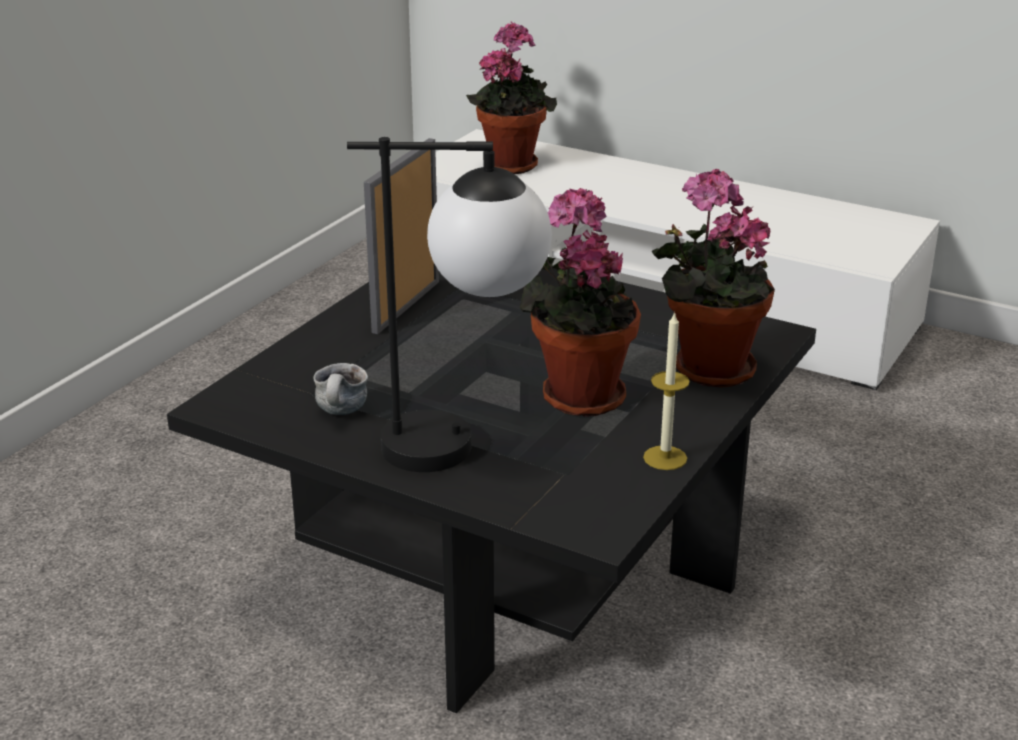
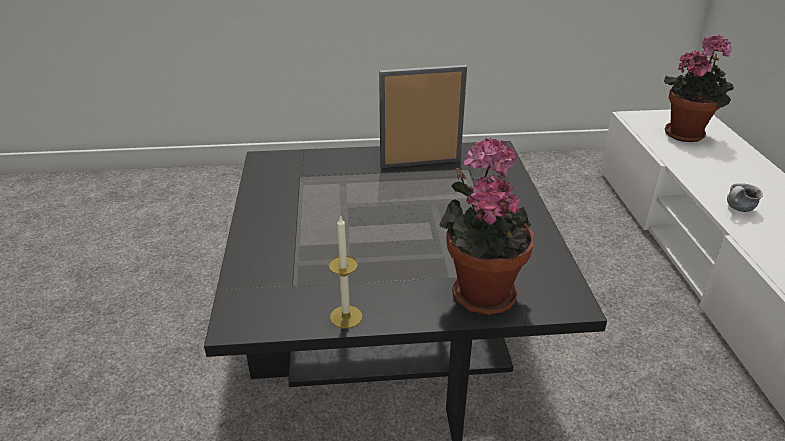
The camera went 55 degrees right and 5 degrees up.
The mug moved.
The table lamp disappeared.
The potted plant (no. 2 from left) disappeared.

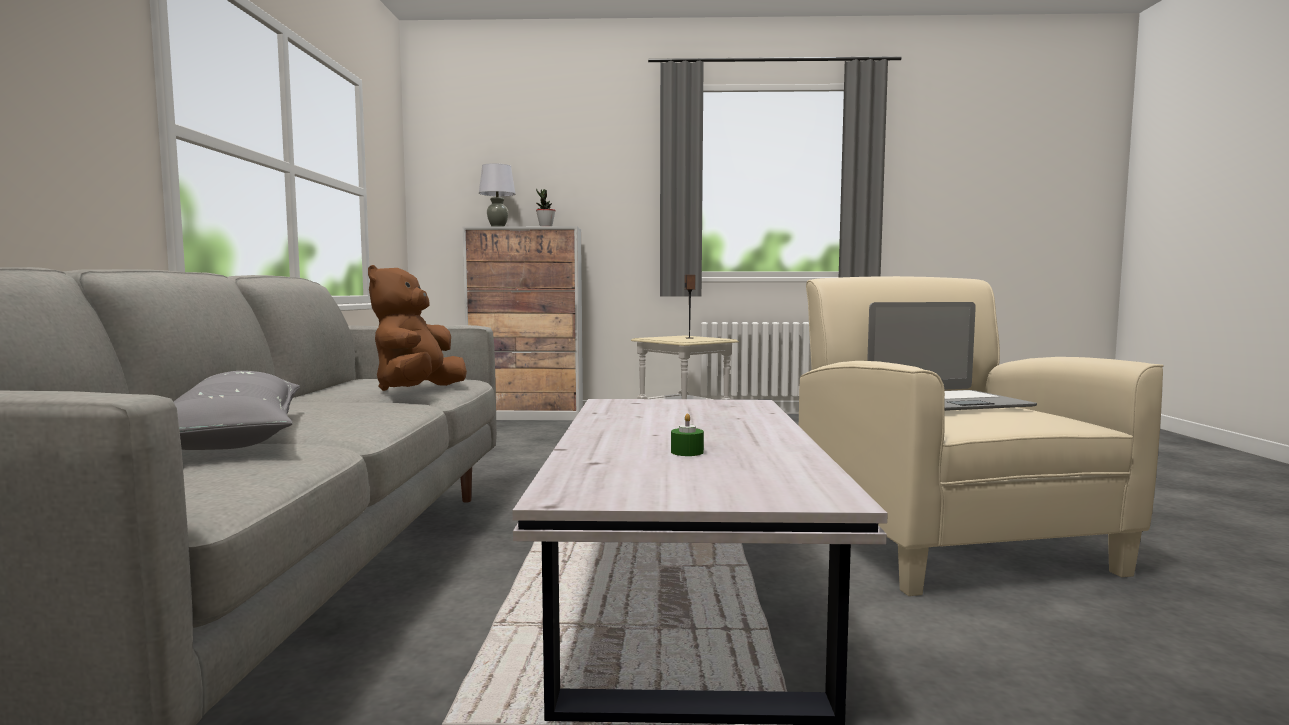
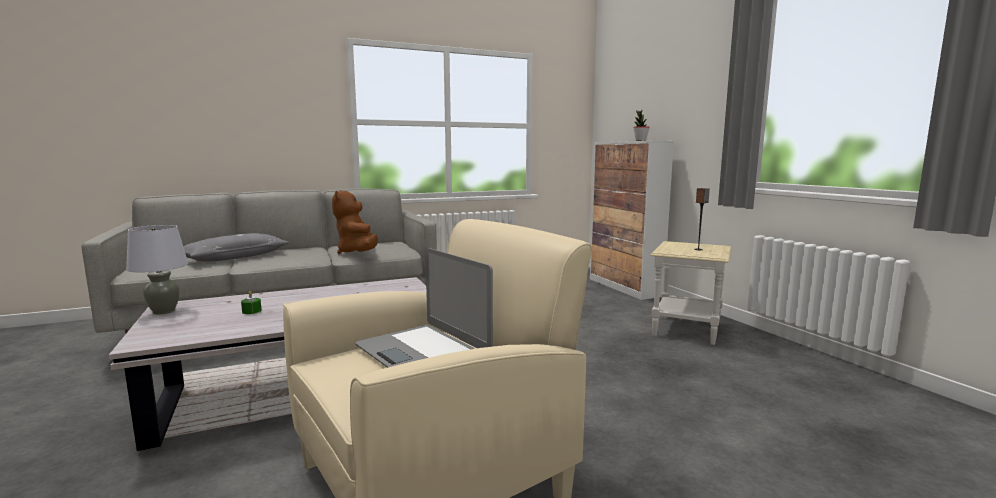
The camera went 65 degrees right and 5 degrees up.
The brown plush toy turned 90 degrees counterclockwise.
The grey table lamp moved.

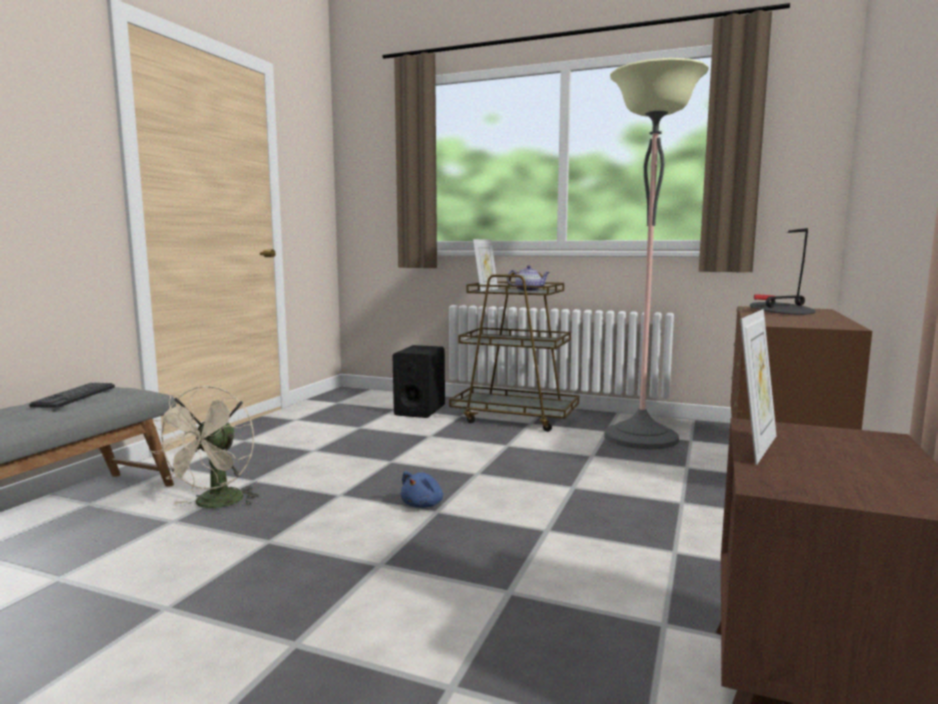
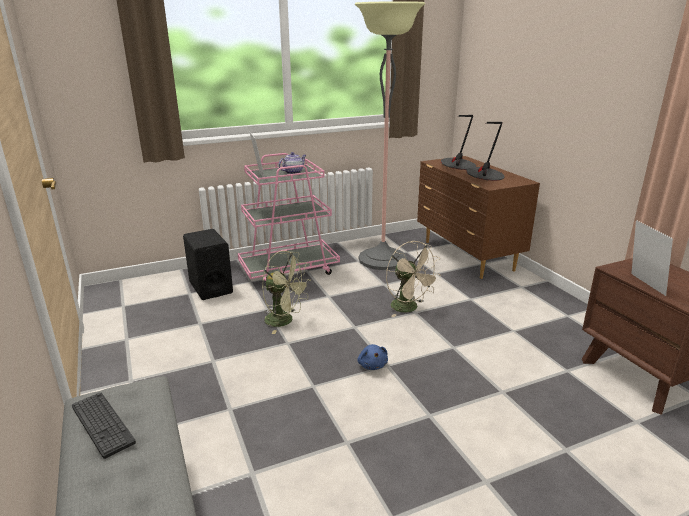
The camera went 45 degrees left and 15 degrees up.
The beige fan moved.
The brown cart became the pink cart.
The green fan appeared.
The table lamp (no. 2 from left) appeared.

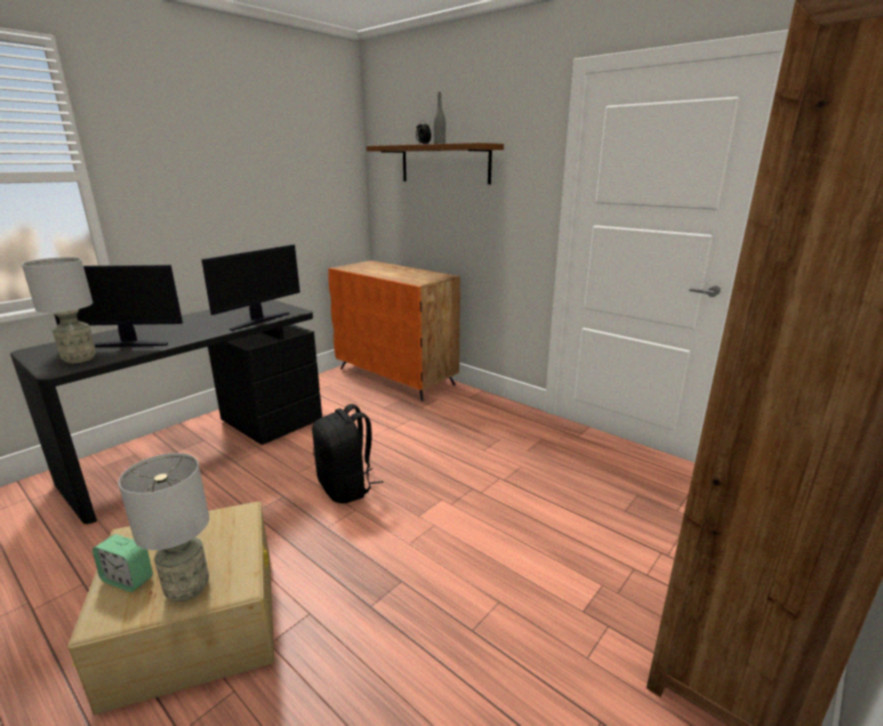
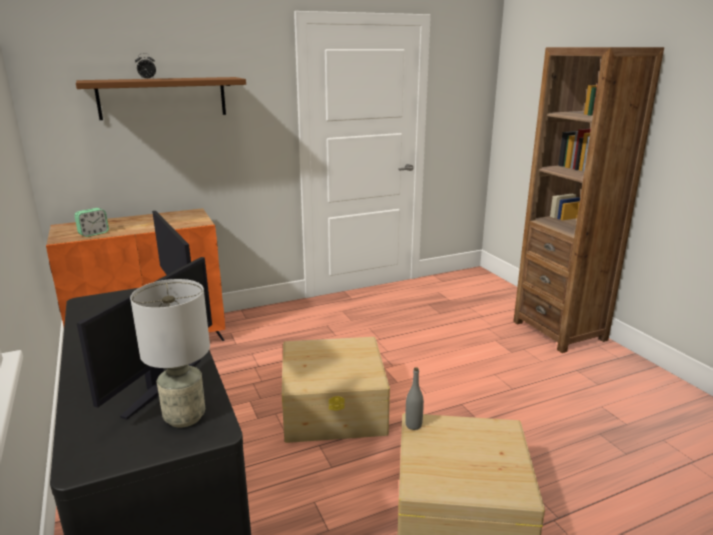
The camera went 65 degrees left and 0 degrees up.
The alarm clock (no. 1 from left) moved.
The grey table lamp (no. 2 from left) disappeared.
The black backpack was replaced by the beige storage box (no. 1 from left).
The grey bottle moved.

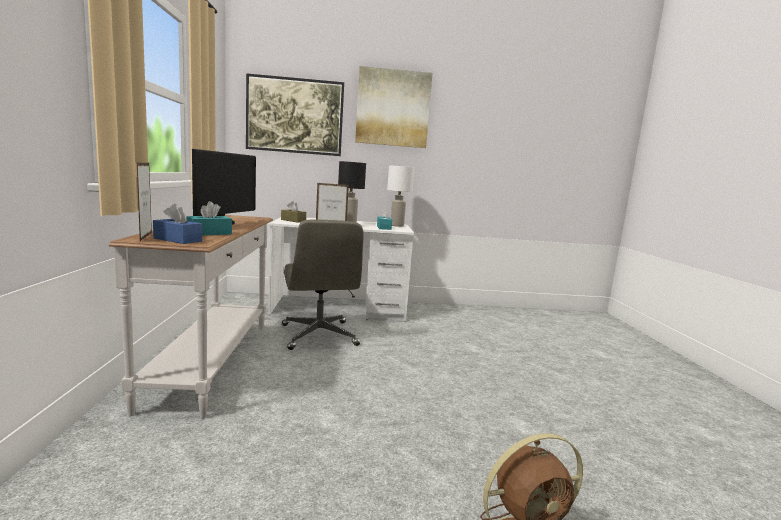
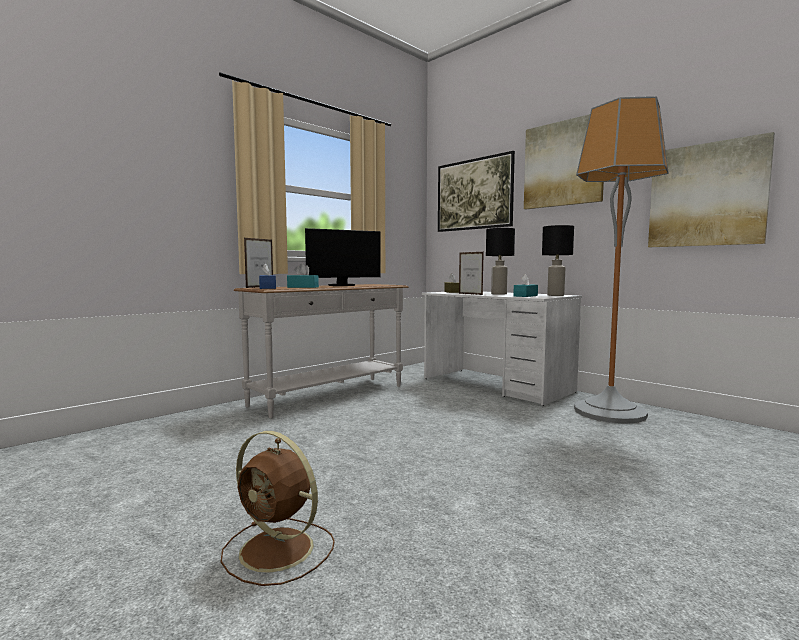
The camera went 50 degrees right and 5 degrees down.
The grey office chair disappeared.
The white table lamp became the black table lamp (no. 2 from left).
The floor lamp appeared.
The picture (no. 3 from left) appeared.

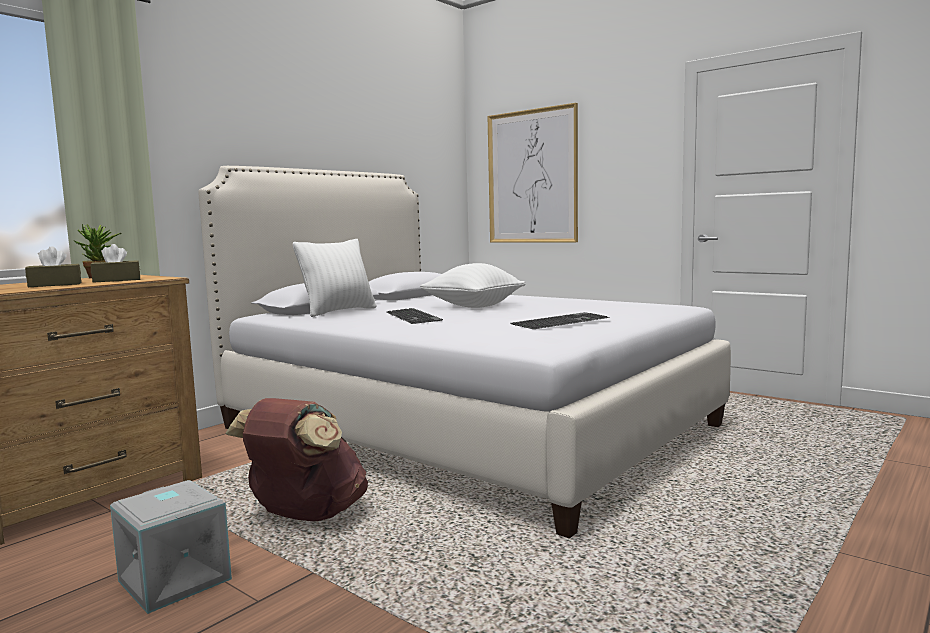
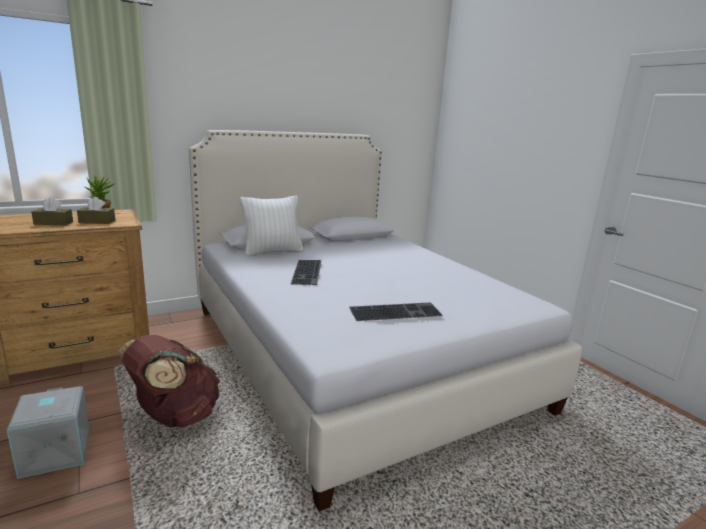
The camera went 20 degrees right and 10 degrees up.
The white pillow (no. 2 from left) disappeared.
The picture disappeared.

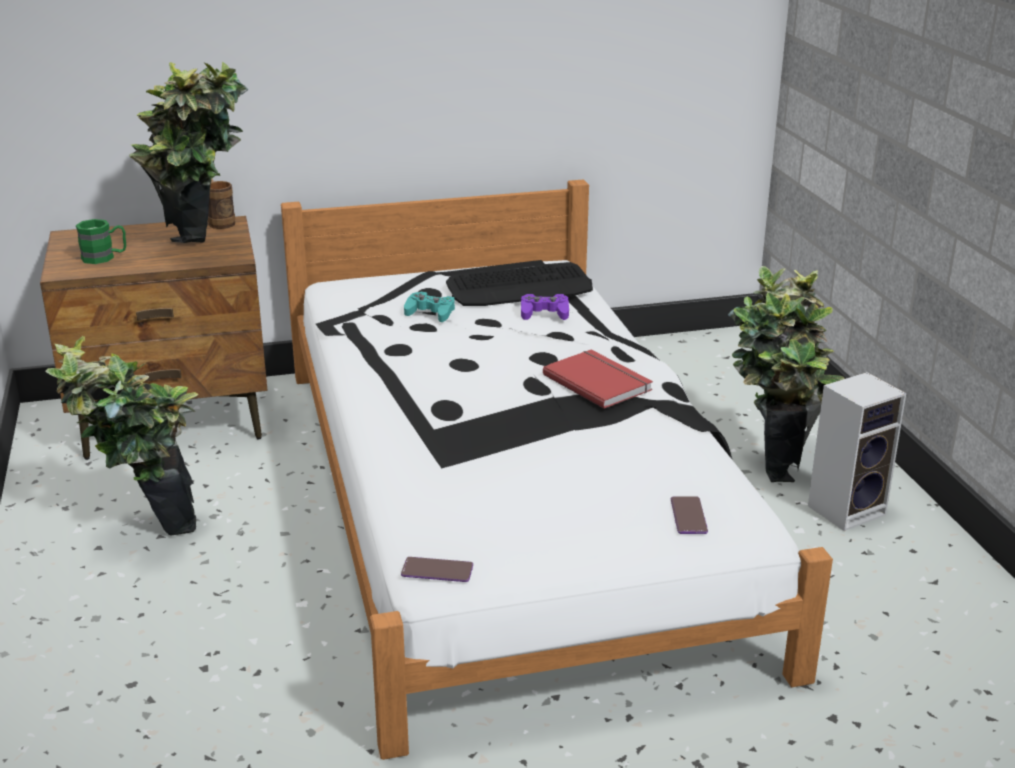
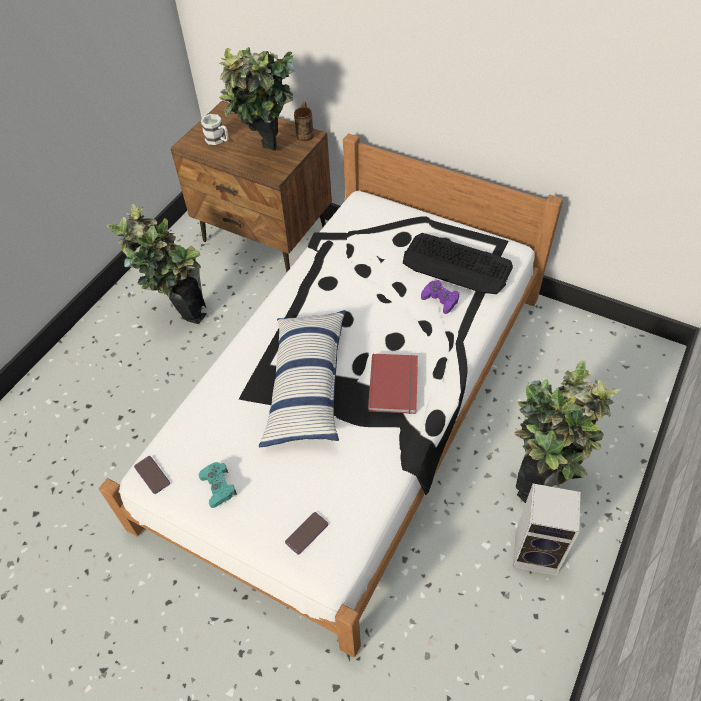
The camera went 45 degrees right and 25 degrees up.
The green mug became the white mug.
The turquoise game controller moved.
The pillow appeared.

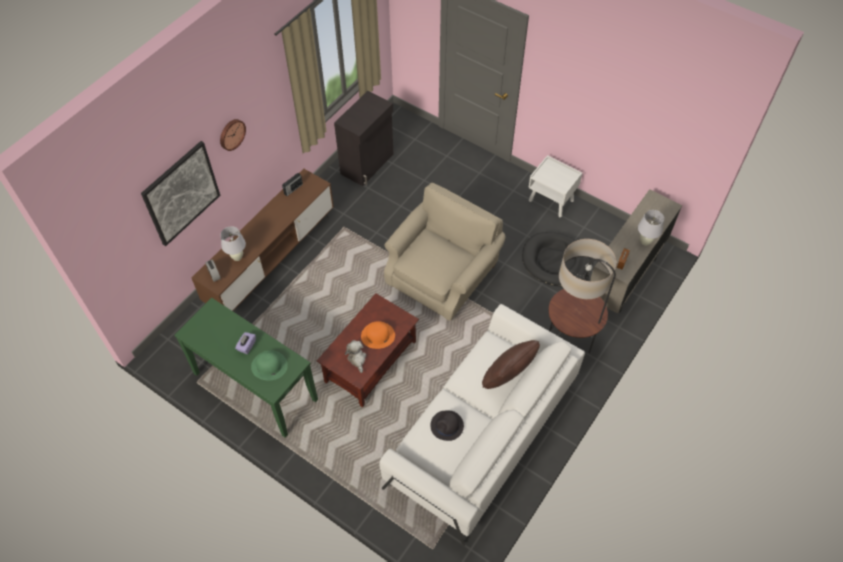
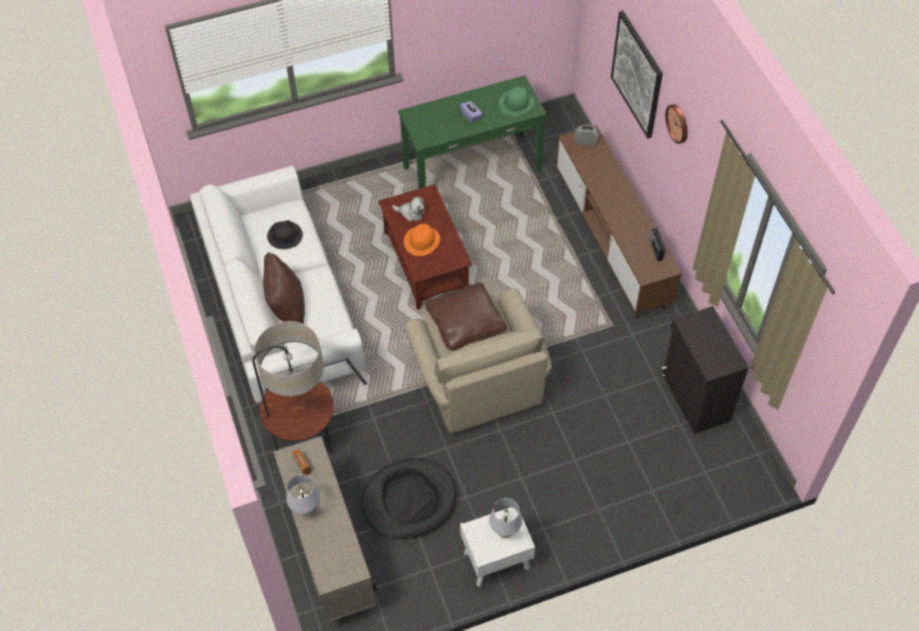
The camera went 125 degrees right and 0 degrees up.
The white table lamp (no. 1 from left in the first image) moved.
The green hat moved.
The brown pillow (no. 2 from left) appeared.

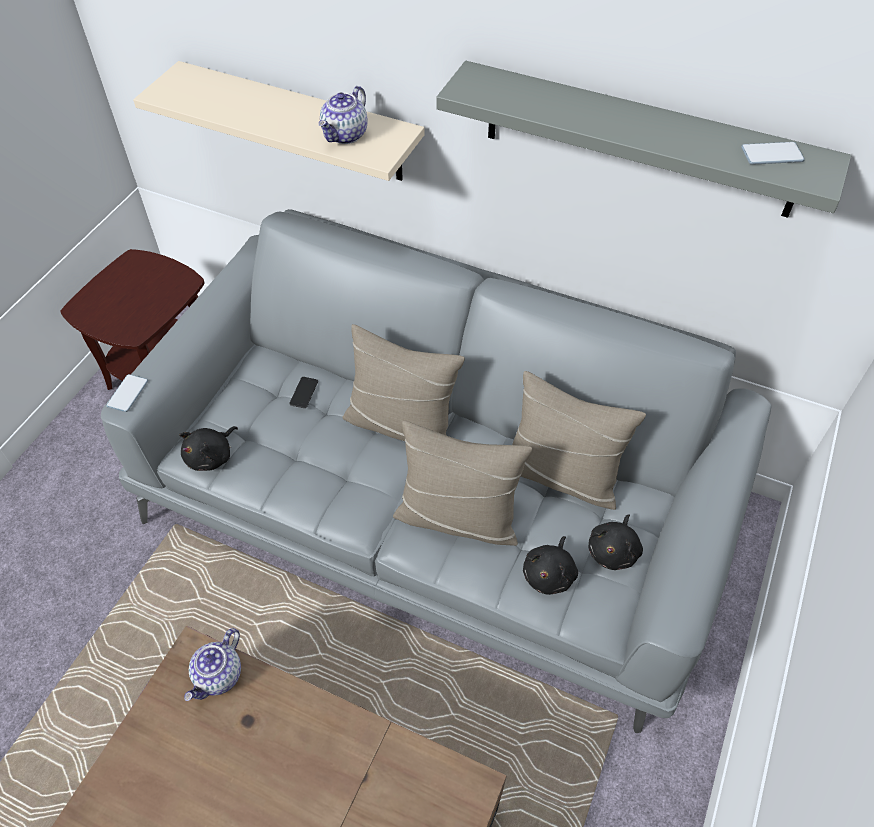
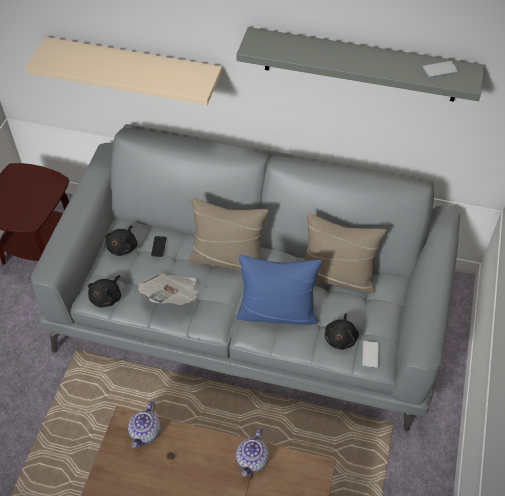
The camera went 10 degrees left and 0 degrees up.
The phone (no. 1 from left in the first image) moved.
The teapot (no. 2 from left) moved.
The beige pillow (no. 2 from left) became the blue pillow.
The black plush toy (no. 3 from left in the first image) moved.
The newspaper appeared.

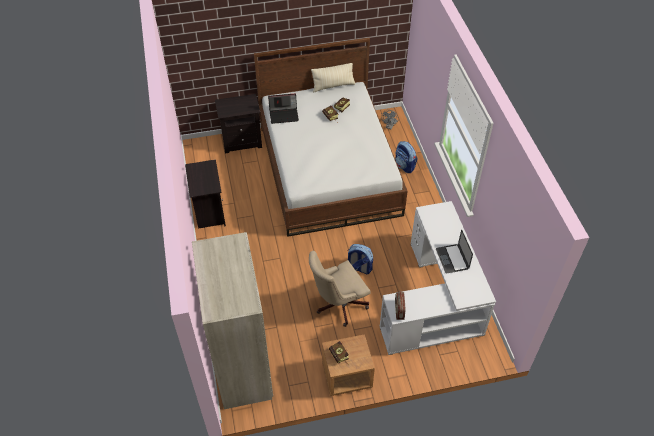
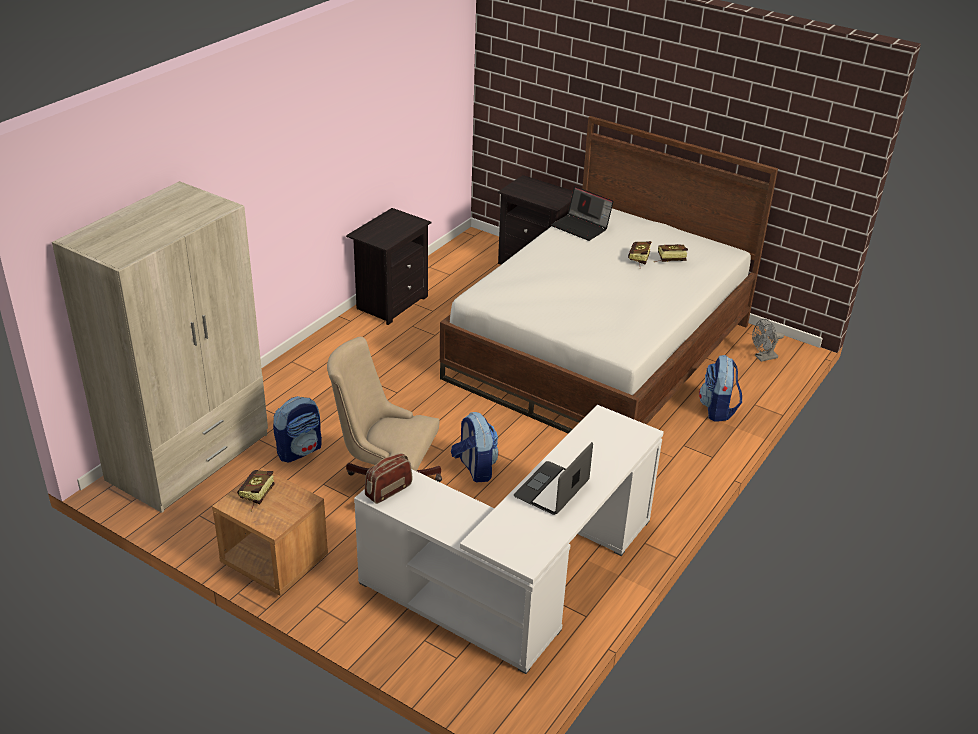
The camera went 45 degrees right and 15 degrees down.
The beige pillow disappeared.
The backpack (no. 1 from left) appeared.

